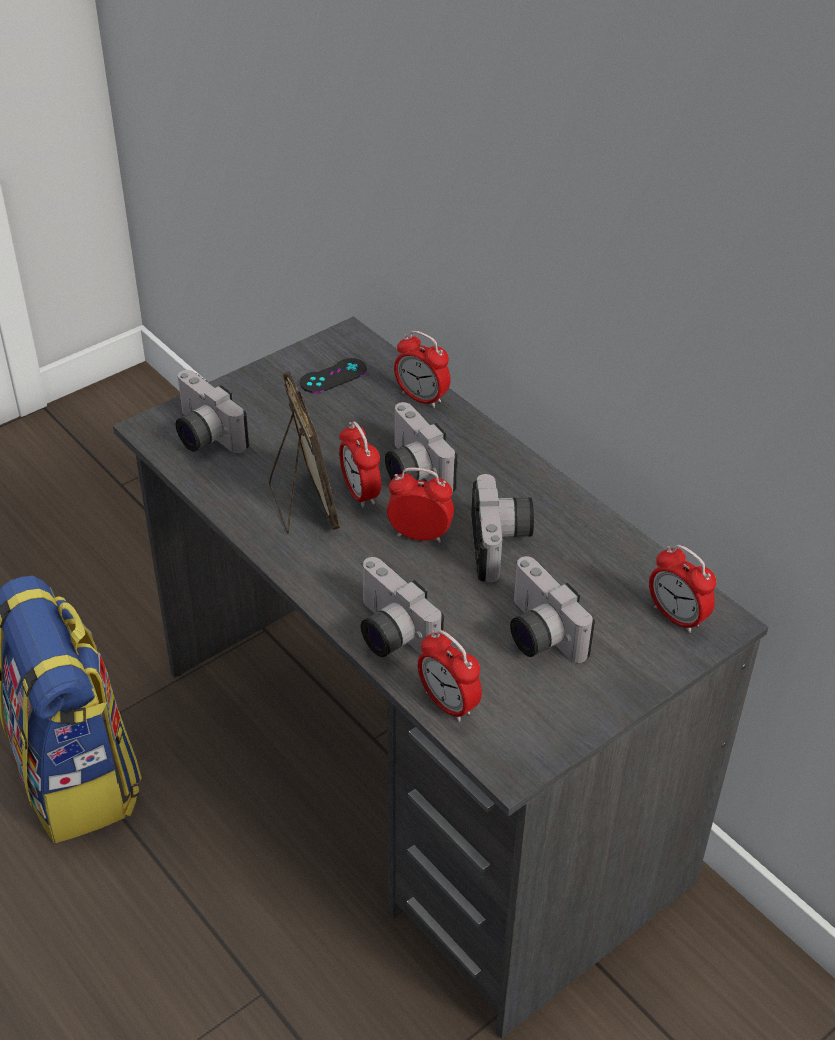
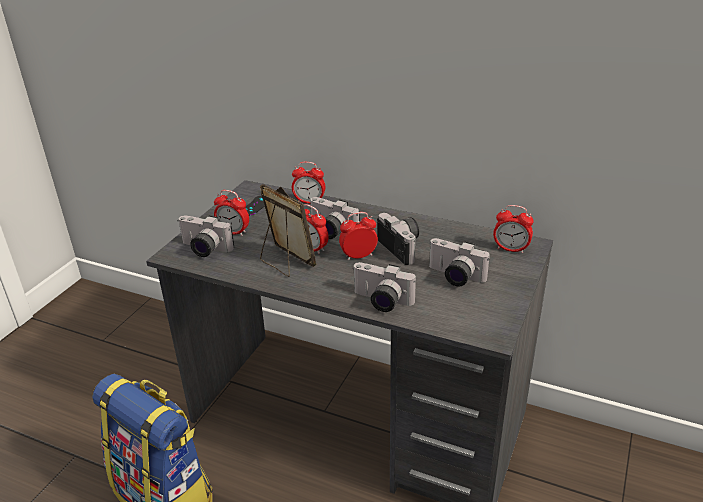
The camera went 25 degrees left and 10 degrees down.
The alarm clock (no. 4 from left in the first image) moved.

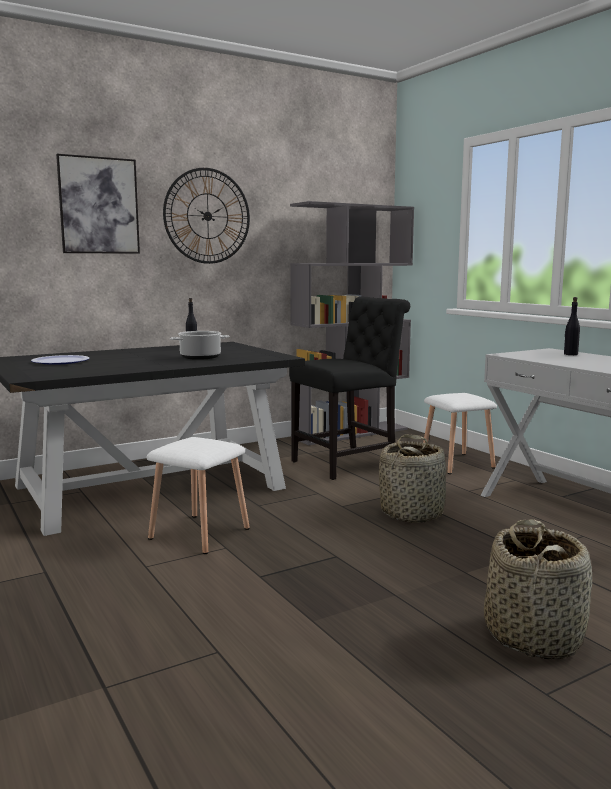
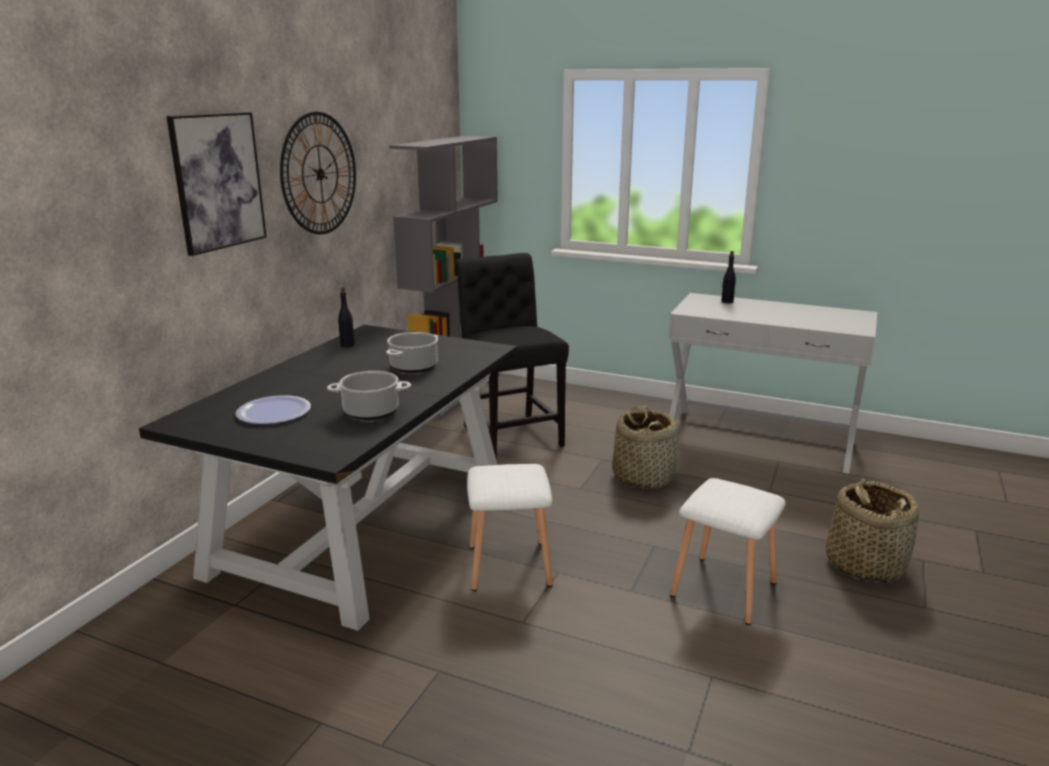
The camera went 35 degrees left and 10 degrees up.
The black chair turned 45 degrees counterclockwise.
The white stool (no. 2 from left) moved.
The cooking pot (no. 1 from left) appeared.

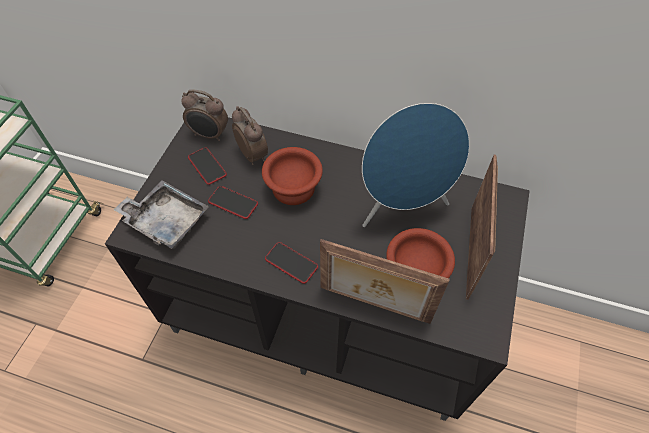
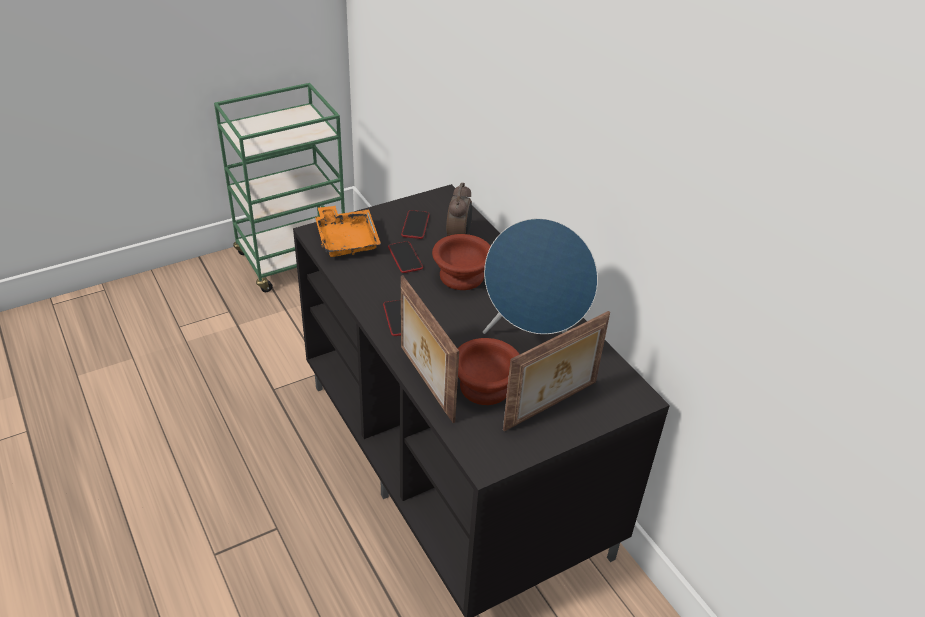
The camera went 40 degrees right and 15 degrees down.
The grey tray became the orange tray.
The alarm clock (no. 1 from left) disappeared.

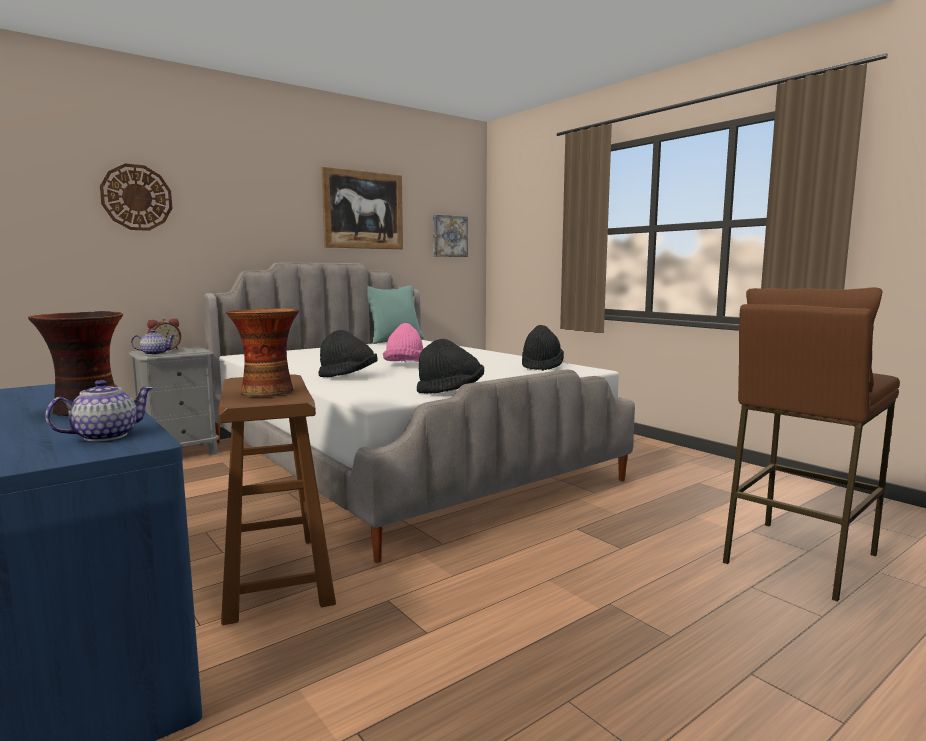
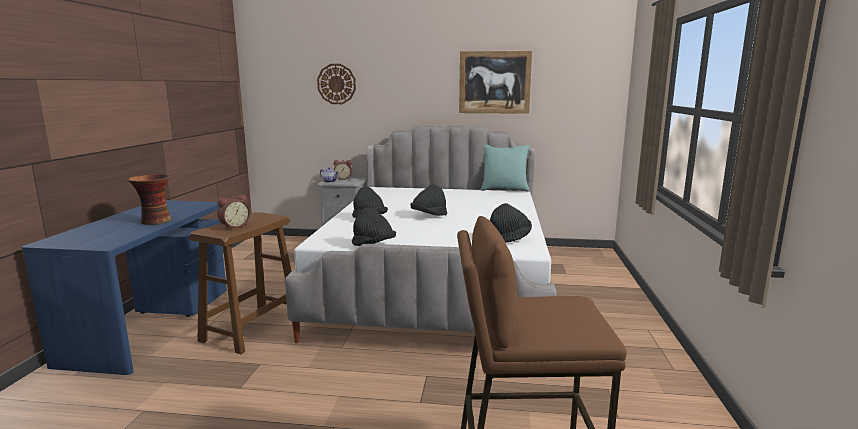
The camera went 45 degrees right and 5 degrees up.
The teapot (no. 1 from left) disappeared.
The vase (no. 2 from left) was replaced by the alarm clock (no. 1 from left).
The pink hat became the black hat (no. 3 from left).
The picture (no. 2 from left) disappeared.

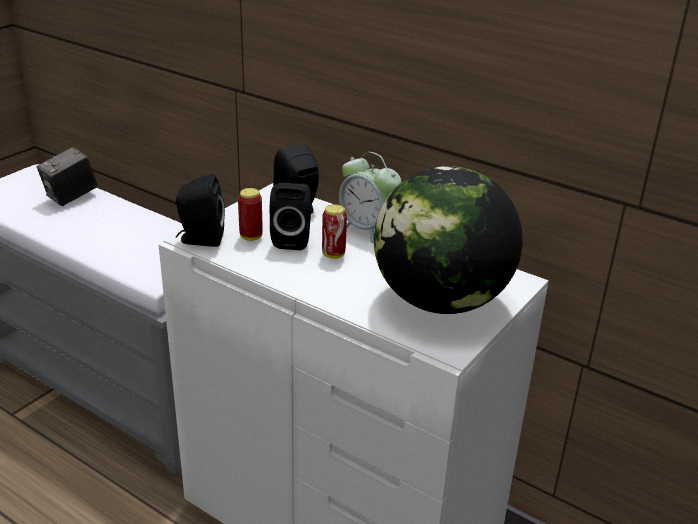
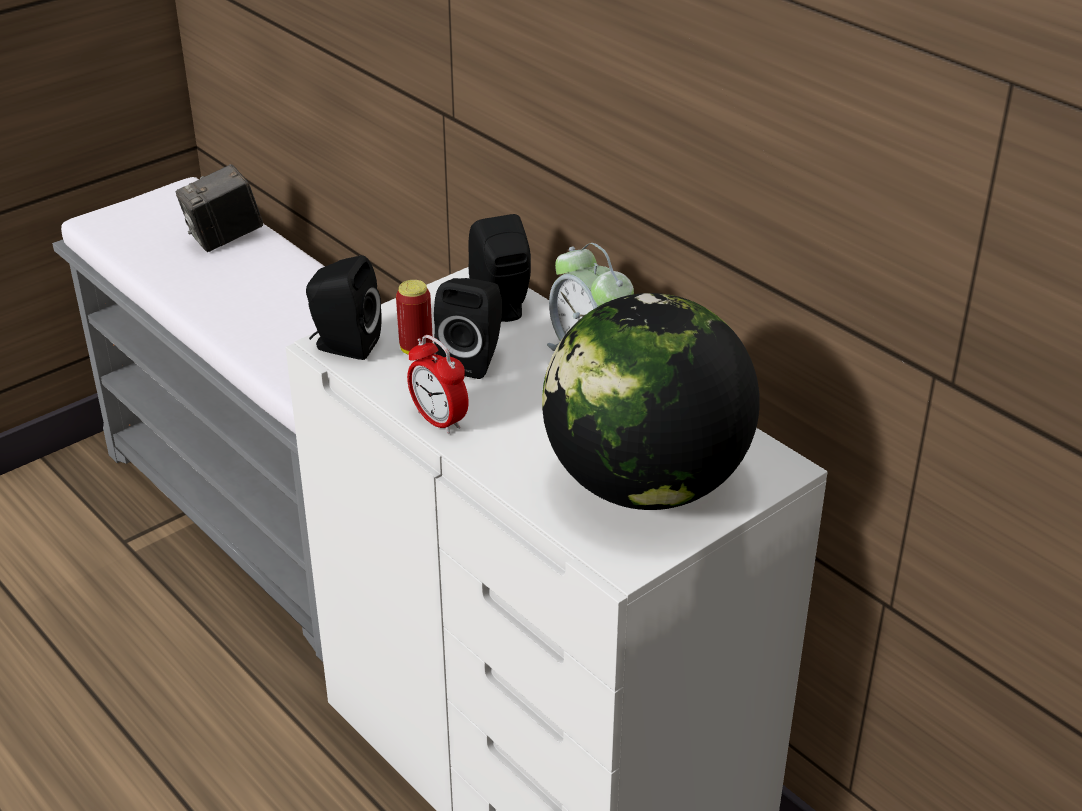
The camera went 15 degrees right and 5 degrees up.
The can (no. 2 from left) disappeared.
The alarm clock (no. 1 from left) appeared.

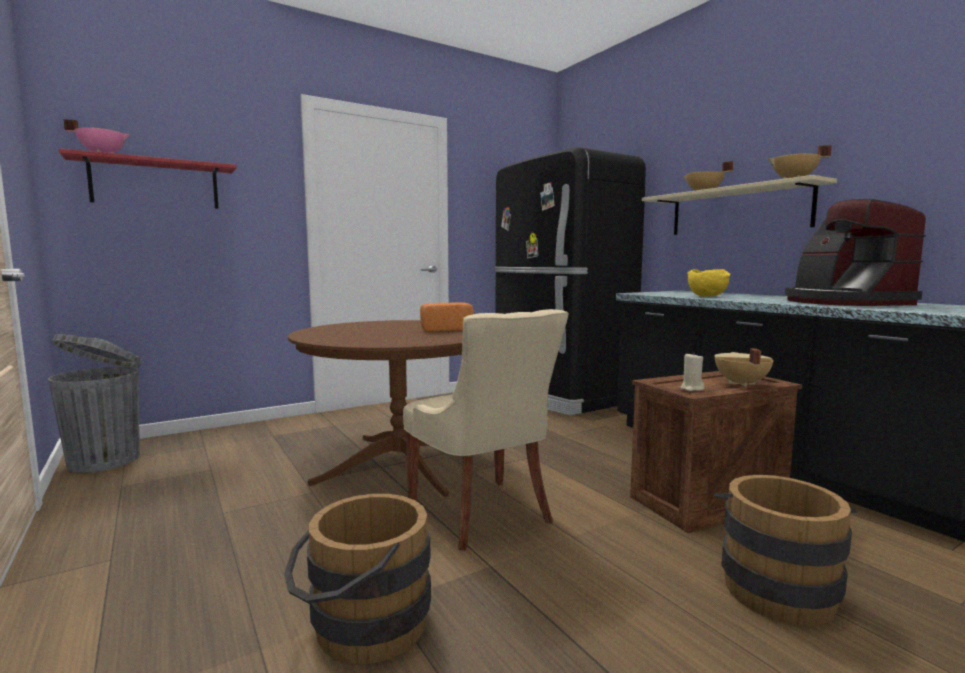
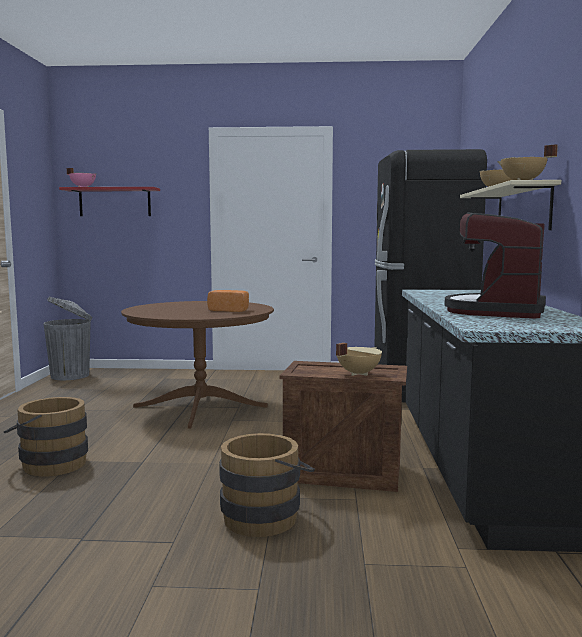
The camera went 35 degrees right and 0 degrees up.
The beige chair disappeared.
The beige candle disappeared.
The yellow bowl disappeared.

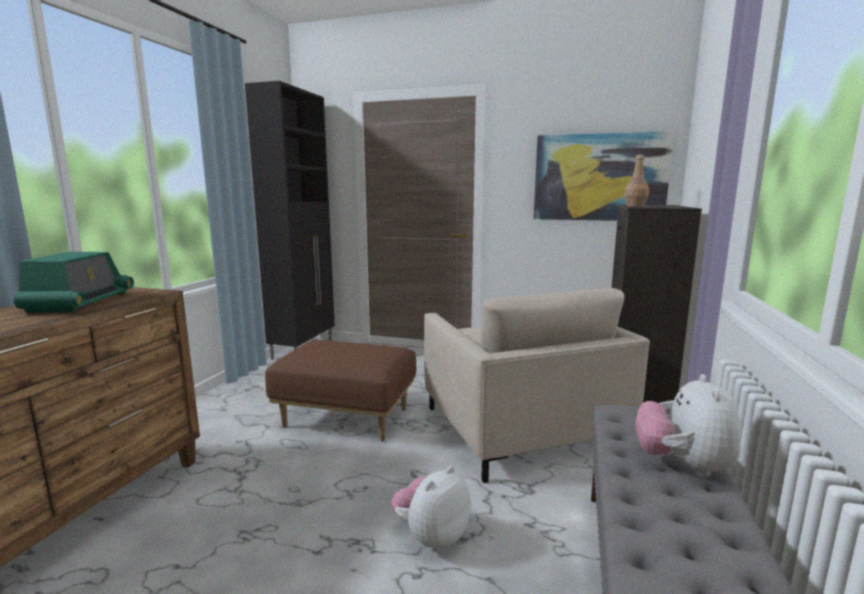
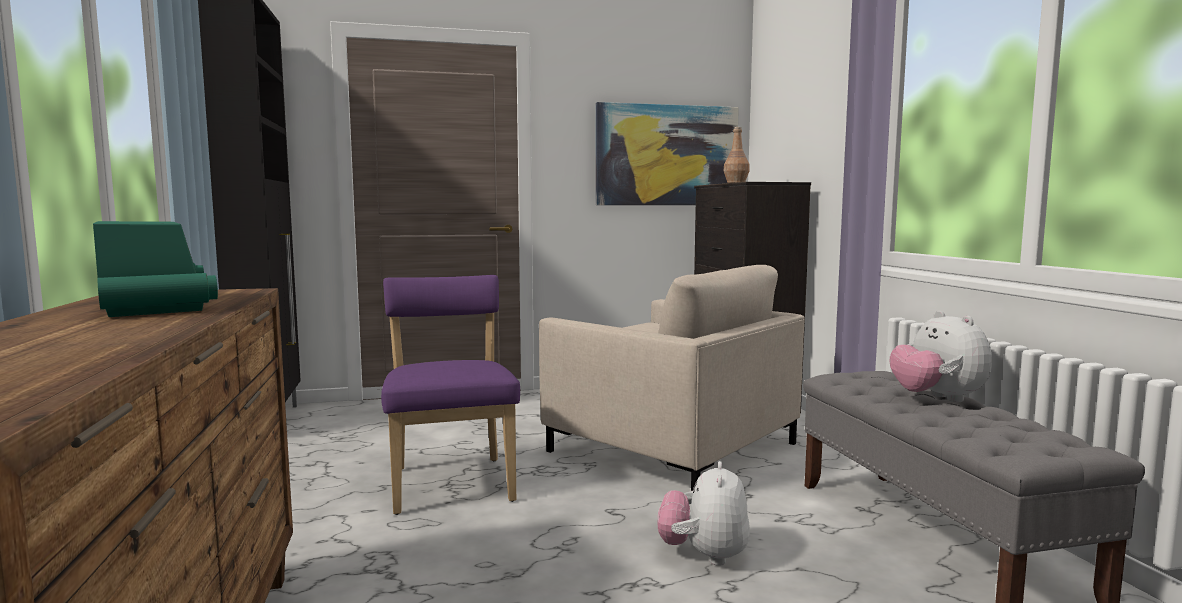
The camera went 30 degrees left and 5 degrees down.
The brown ottoman was replaced by the purple chair.

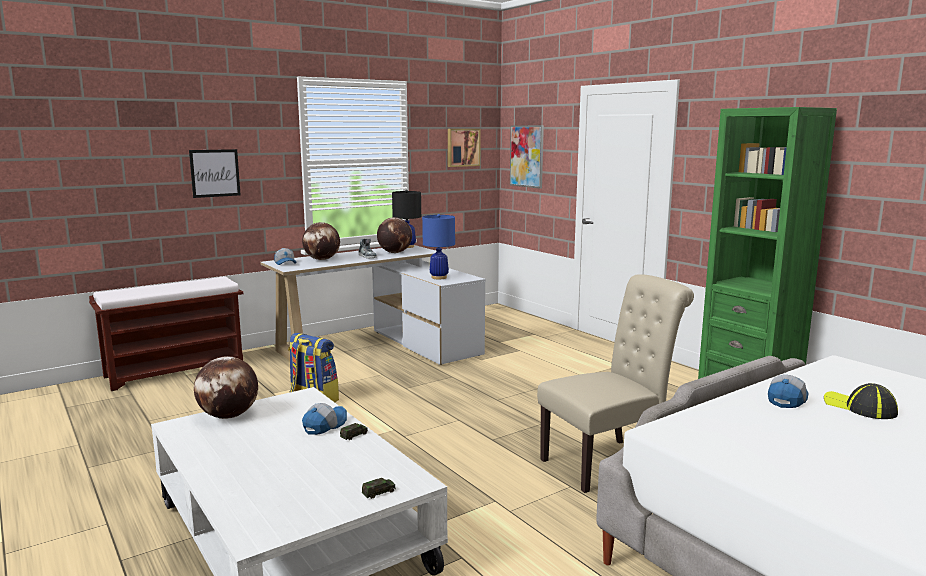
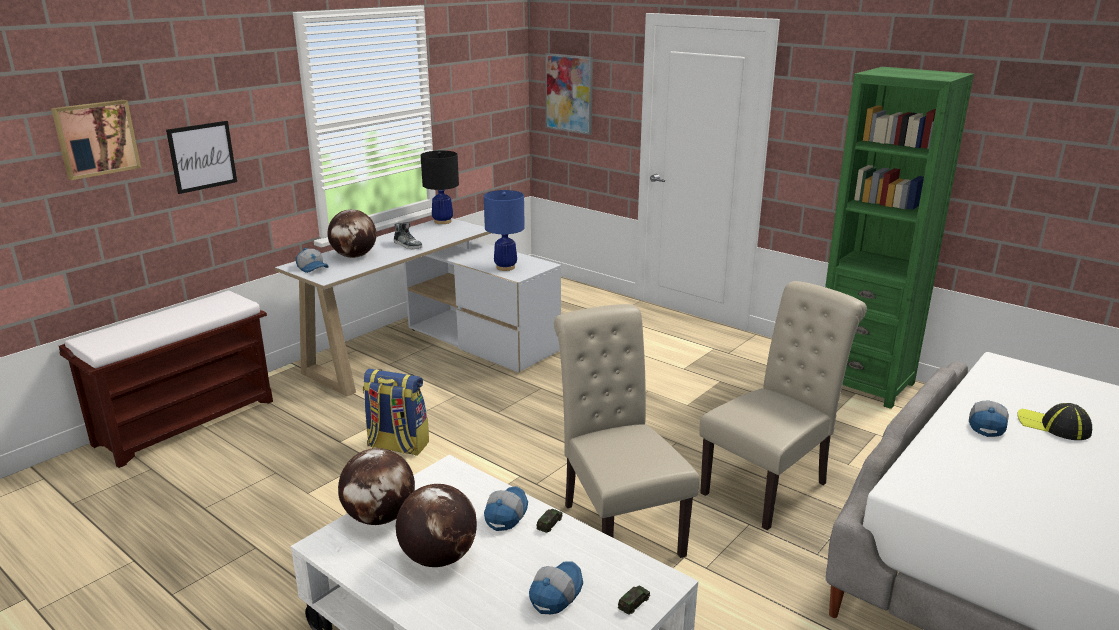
The camera went 15 degrees left and 10 degrees up.
The globe (no. 3 from left) moved.
The picture (no. 2 from left in the first image) moved.
The cap (no. 3 from left) appeared.
The beige chair (no. 1 from left) appeared.

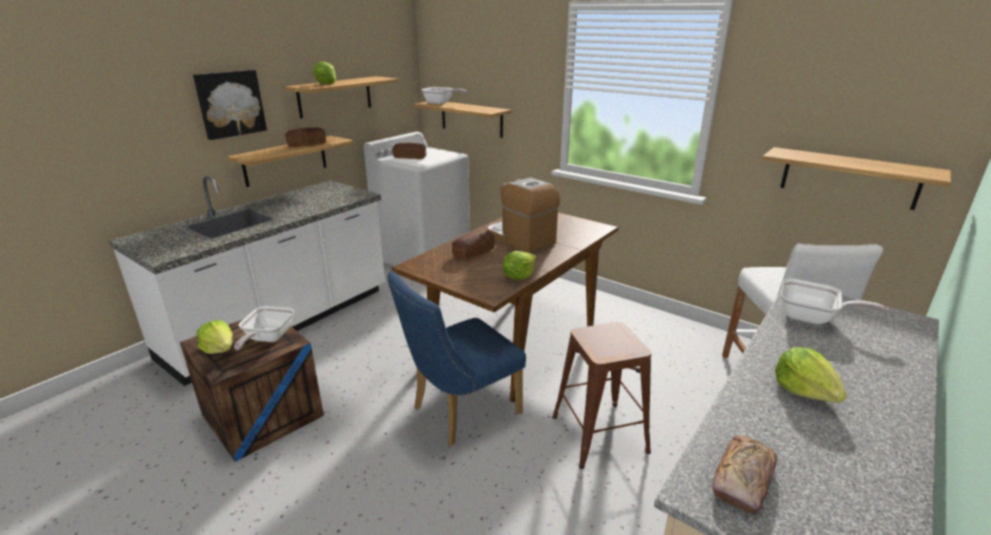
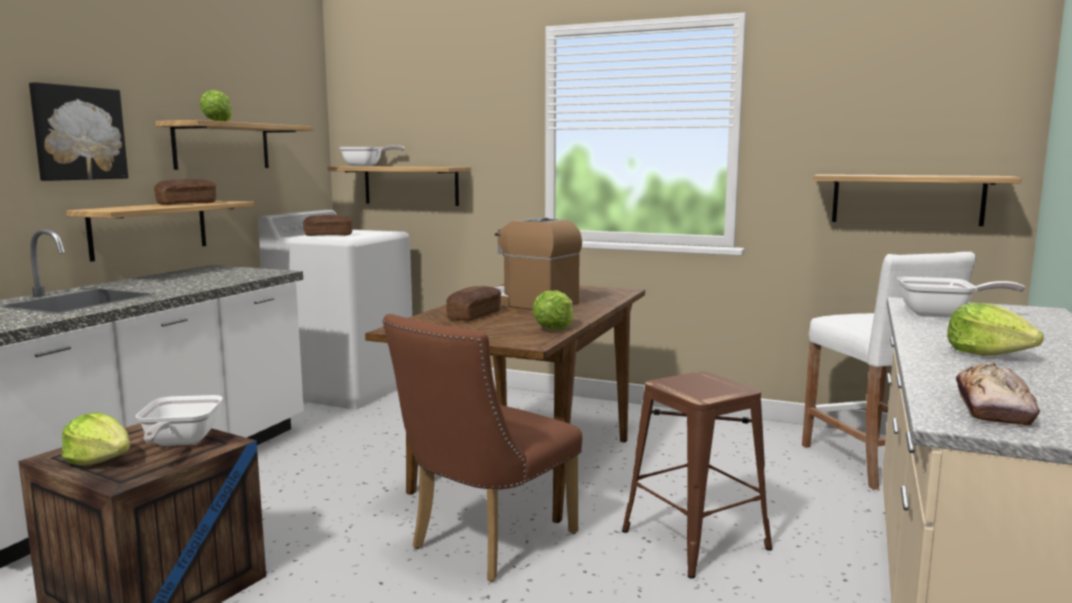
The camera went 15 degrees left and 15 degrees down.
The blue chair became the brown chair.

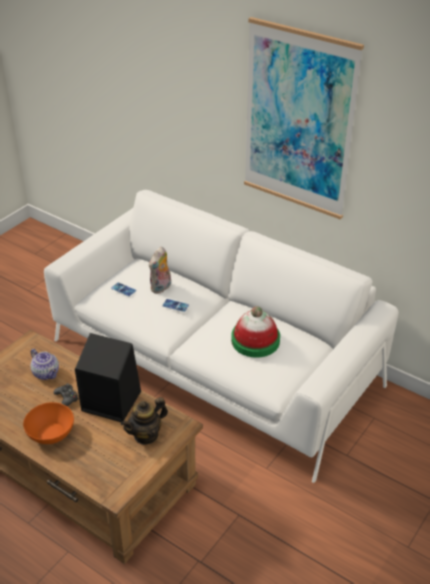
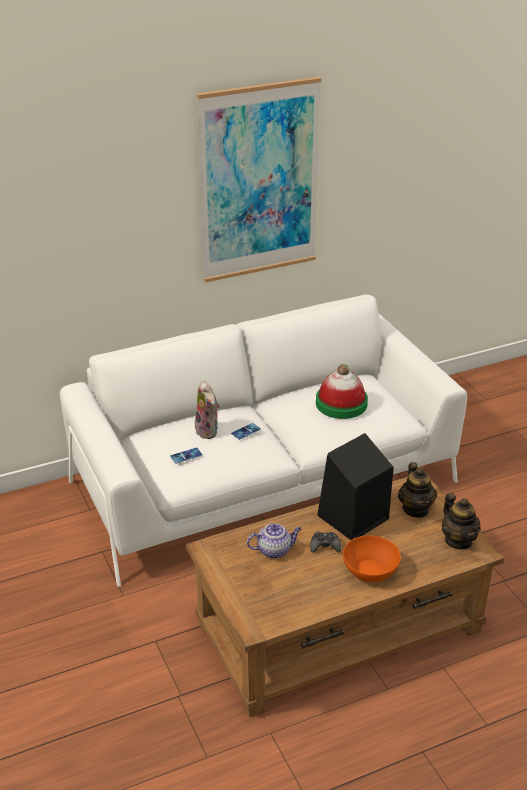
The camera went 60 degrees left and 5 degrees down.
The teapot (no. 3 from left) appeared.

